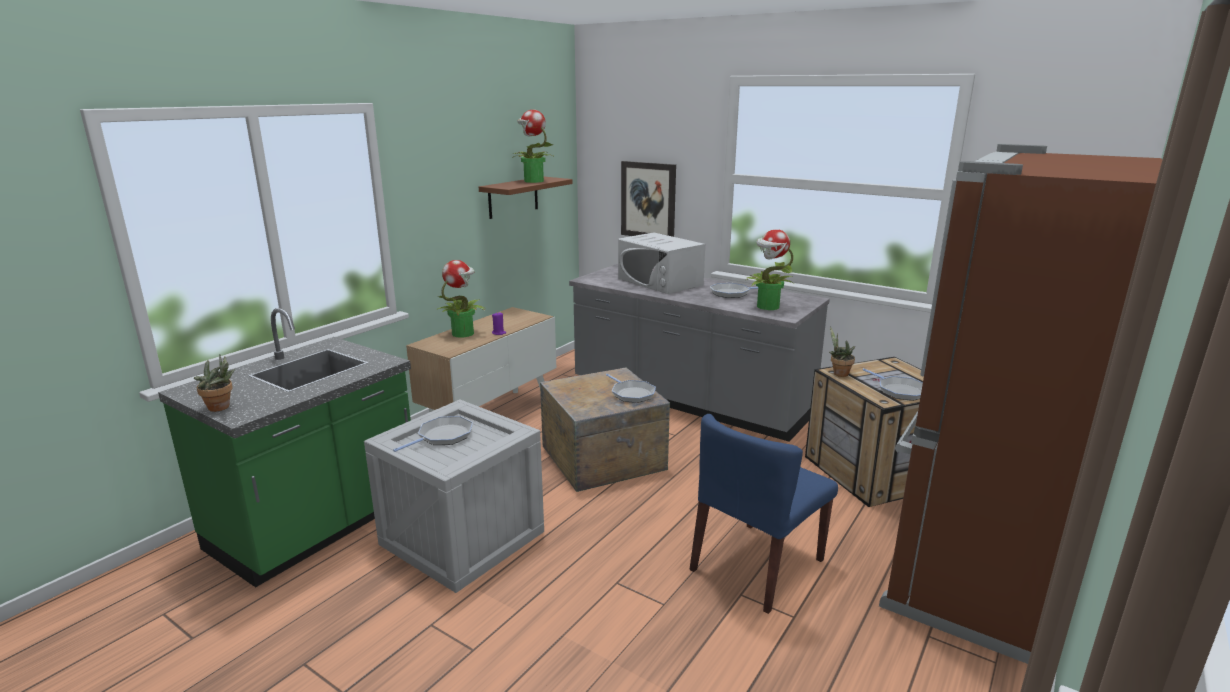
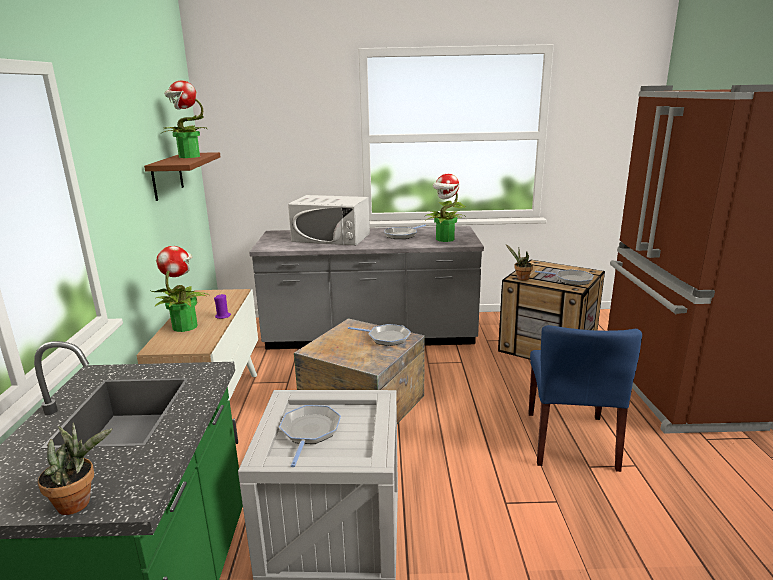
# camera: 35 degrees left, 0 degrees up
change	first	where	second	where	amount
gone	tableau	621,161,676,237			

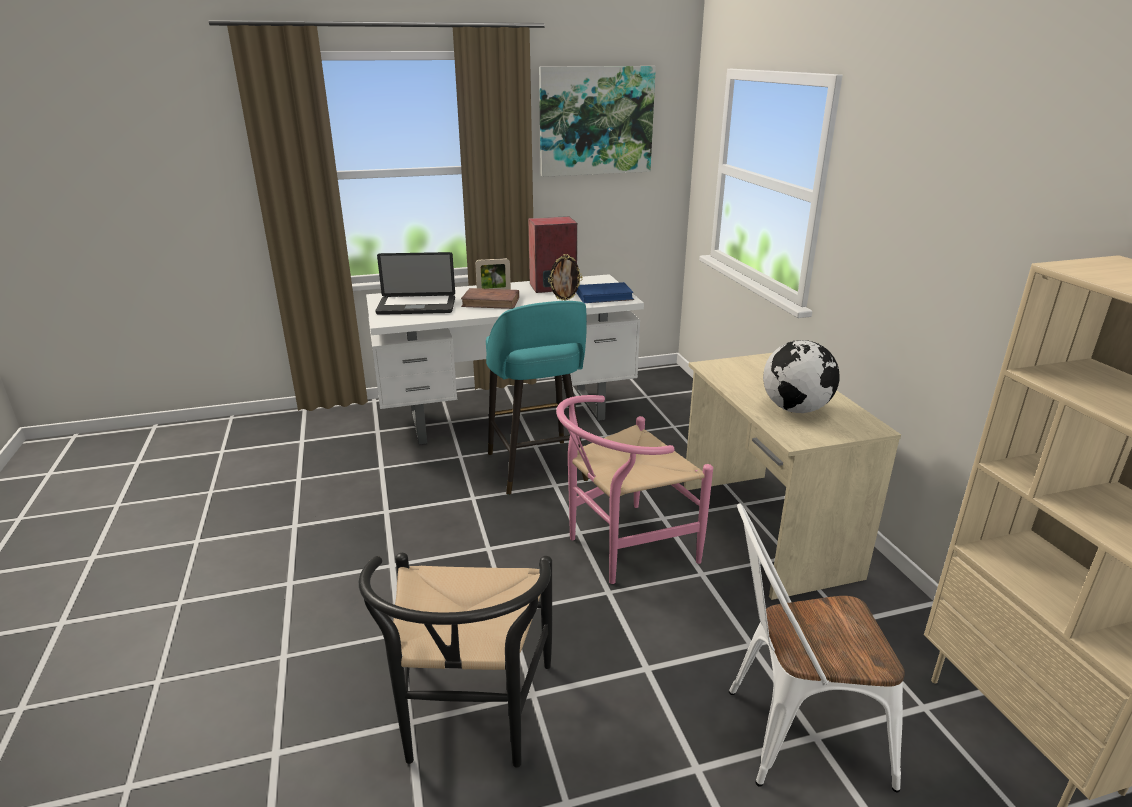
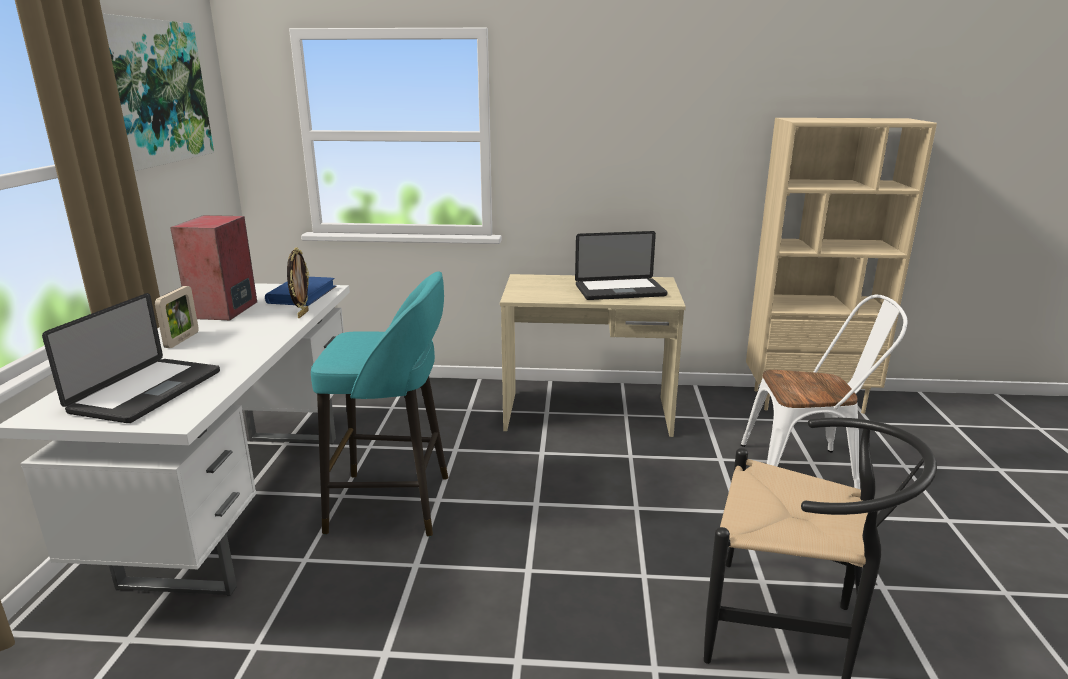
# camera: 70 degrees left, 5 degrees down
change	first	where	second	where	amount
gone	livre/marron	461,288,519,309			
gone	chaise/rose	556,395,713,584			
rotated	chaise/blanc	729,504,905,792		741,294,908,489	105 degrees counterclockwise
swapped	globe	763,340,840,413	ordinateur portable	575,231,668,300	

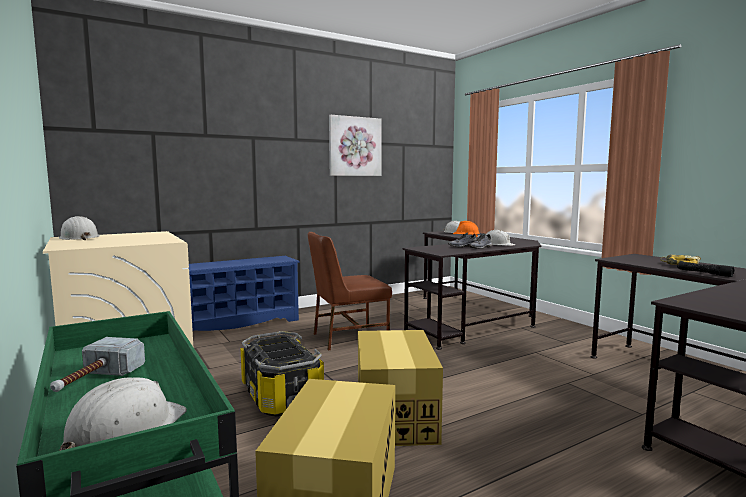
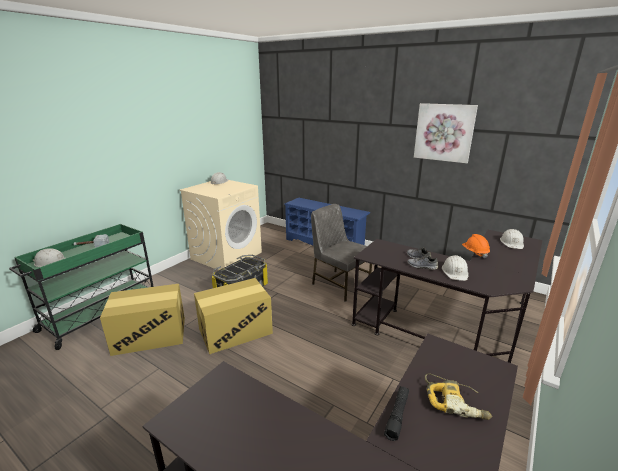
# camera: 65 degrees right, 15 degrees up
change	first	where	second	where	amount
repainted	chaise/marron	308,232,392,351	chaise/gris	311,204,372,302	

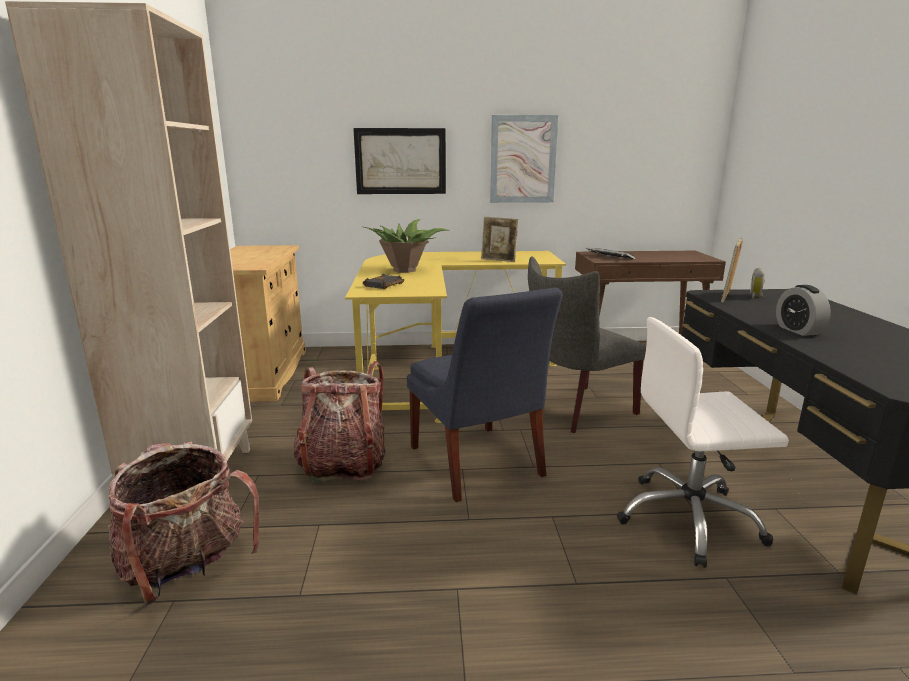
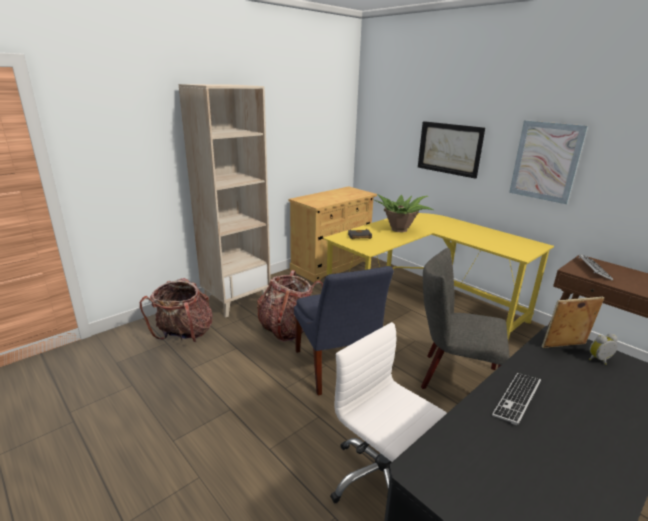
# camera: 50 degrees right, 5 degrees up
change	first	where	second	where	amount
rotated	chaise/bleu	407,288,563,502		294,266,394,396	45 degrees counterclockwise
gone	cadre photo	481,217,518,262			
swapped	réveil	776,285,831,336	clavier	492,373,541,425	

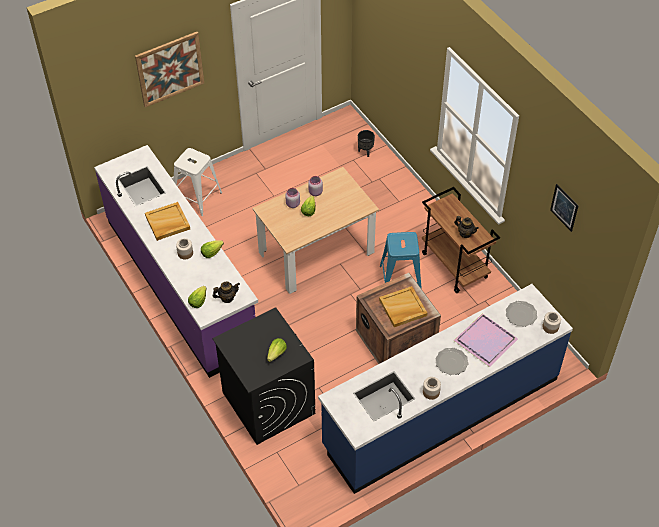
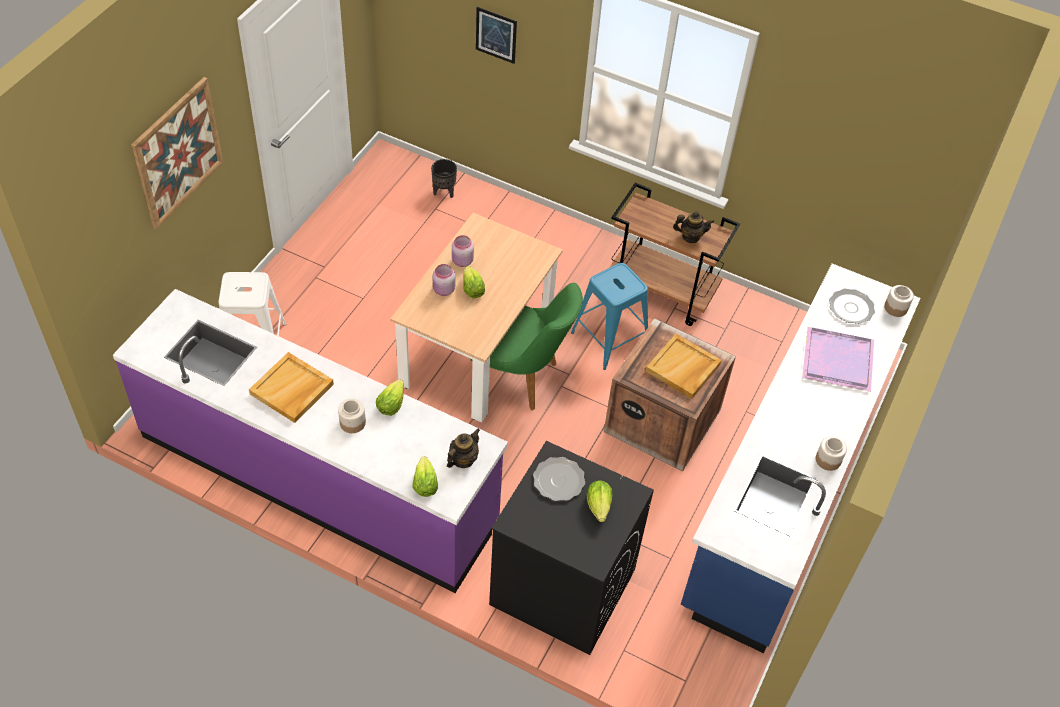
# camera: 35 degrees left, 0 degrees up
change	first	where	second	where	amount
shifted	assiette	436,348,469,375		533,457,585,501	
shifted	tableau	550,184,578,232		476,7,517,64	
new			chaise/vert	470,283,583,410	

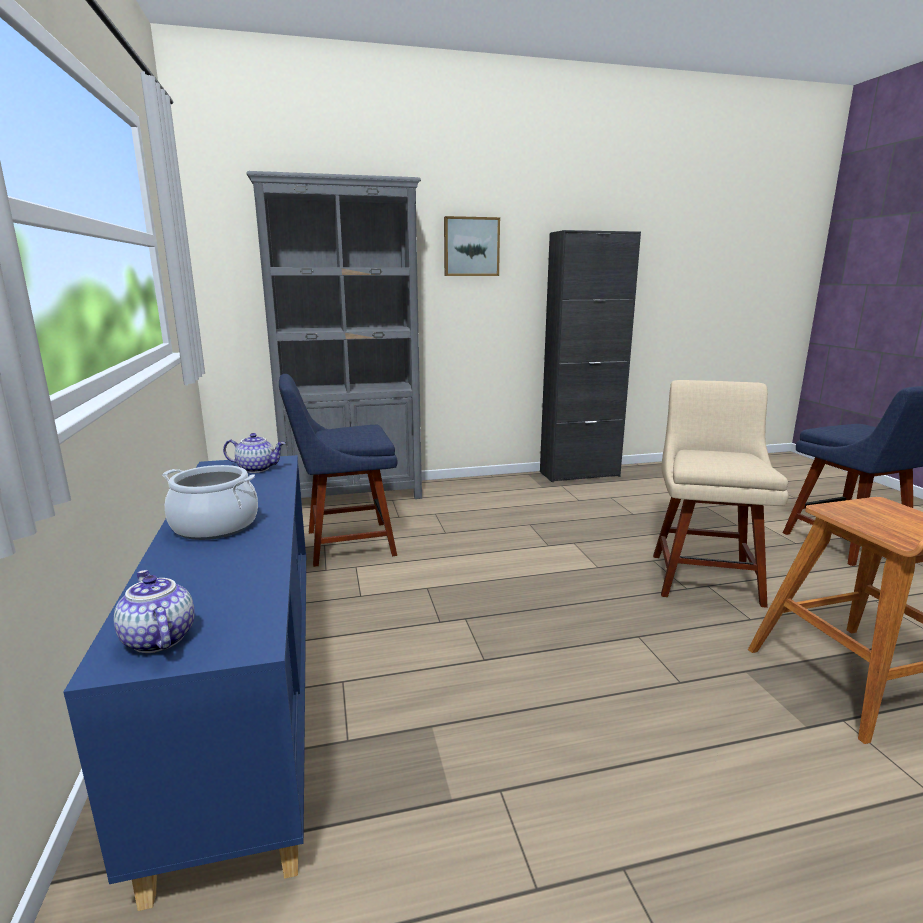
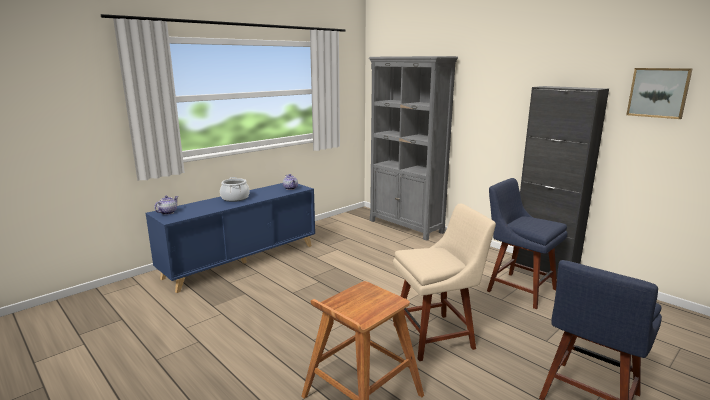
# camera: 60 degrees right, 0 degrees up
change	first	where	second	where	amount
shifted	chaise/bleu	279,374,397,567		487,178,568,309	
shifted	tableau	444,216,500,276		626,68,692,119	

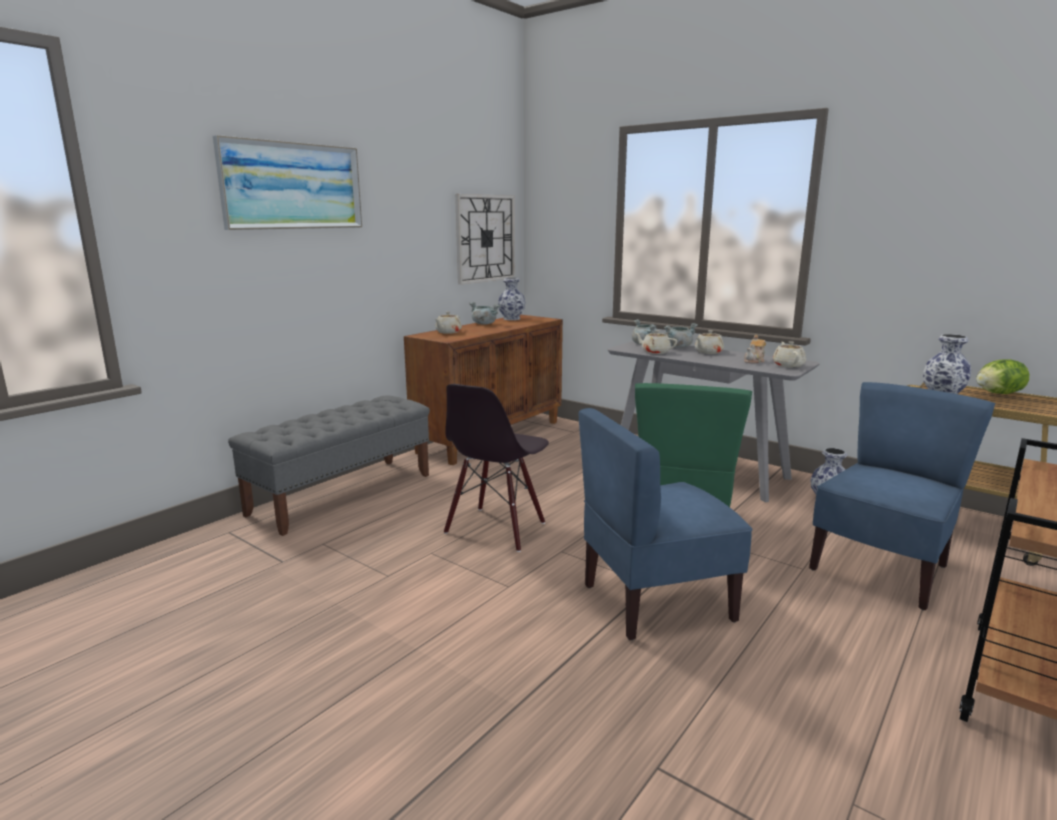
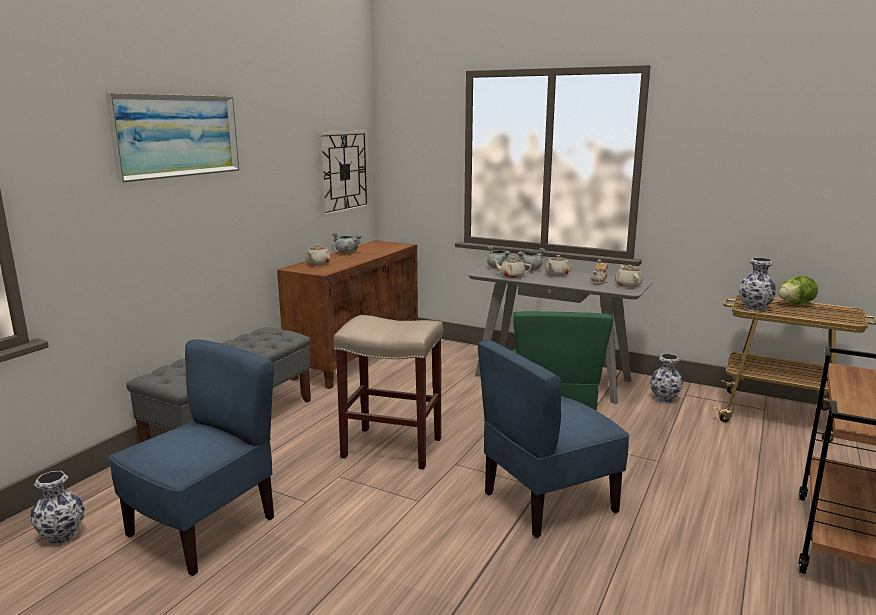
# camera: 10 degrees left, 0 degrees up
change	first	where	second	where	amount
swapped	chaise/noir	444,384,549,552	tabouret/beige	333,315,443,470	
shifted	vase	498,277,525,320		30,471,85,545	
shifted	chaise/bleu	809,382,995,610		109,339,274,576	

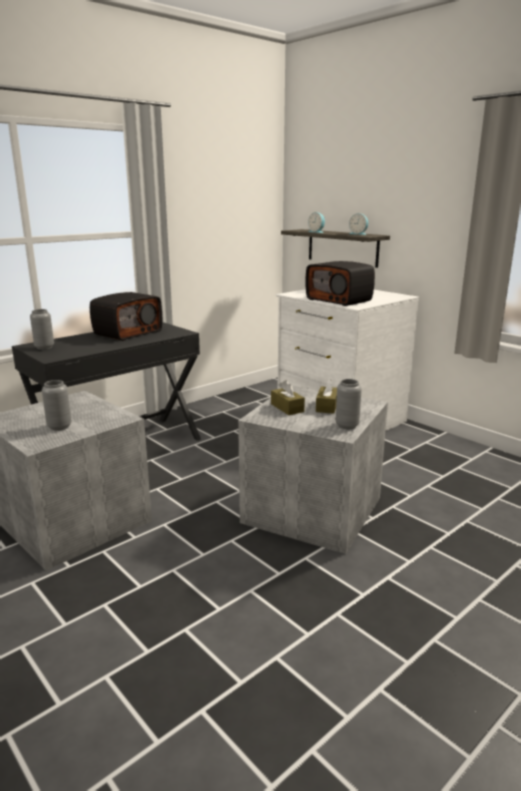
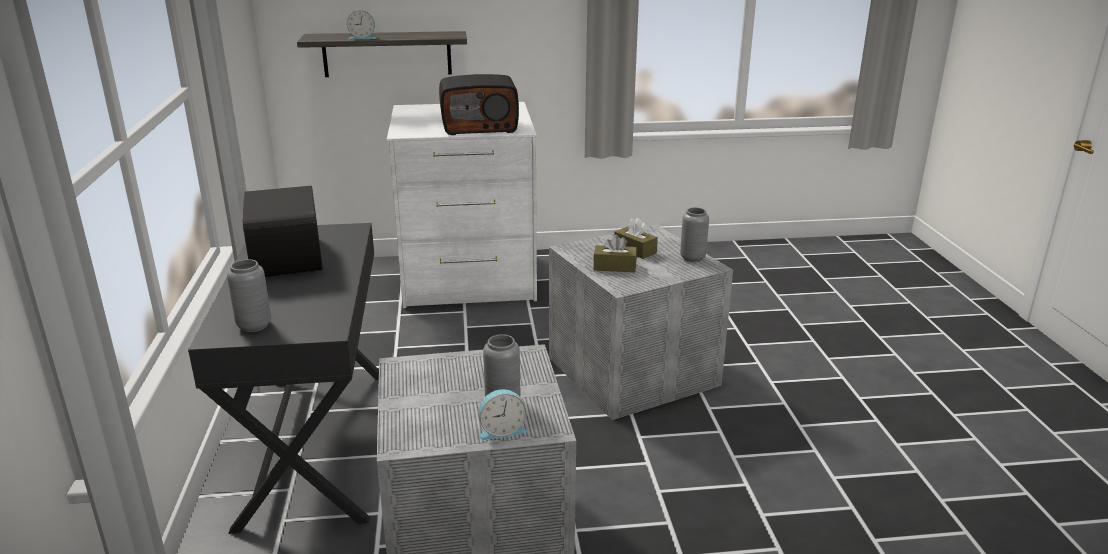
# camera: 55 degrees left, 5 degrees up
change	first	where	second	where	amount
shifted	réveil	349,213,368,235		479,389,527,440	

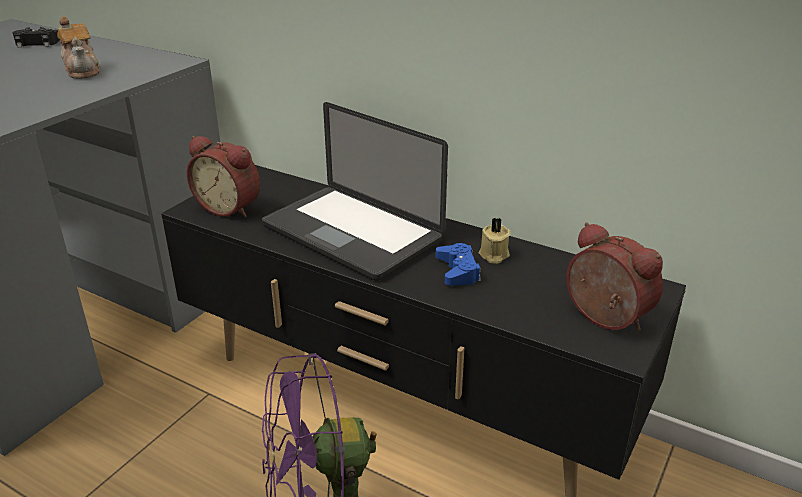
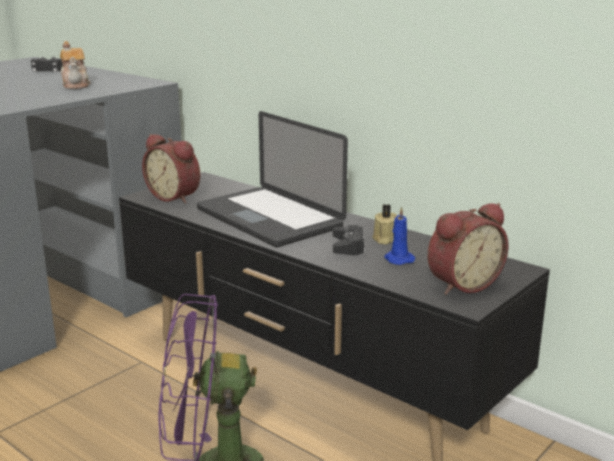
# camera: 10 degrees right, 10 degrees down
change	first	where	second	where	amount
repainted	manette/bleu	435,243,481,286	manette/noir	333,225,366,255	
rotated	réveil	566,222,663,331		427,203,509,295	90 degrees clockwise
new			bougie/bleu	384,206,415,265	

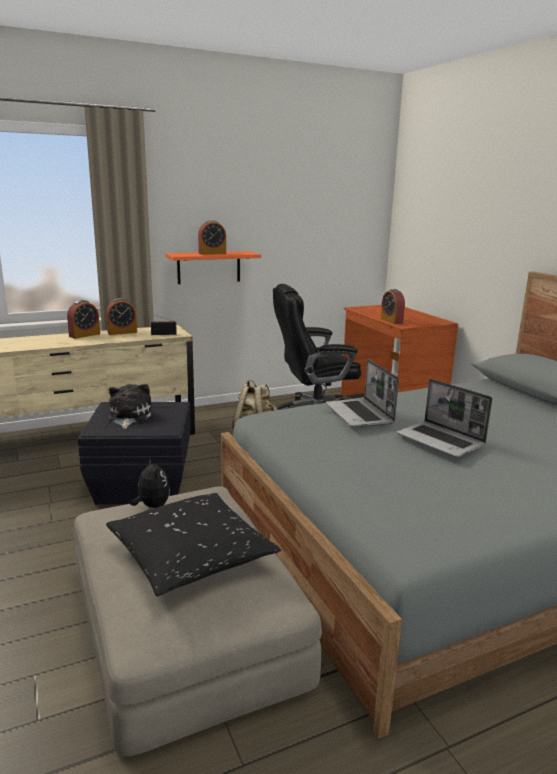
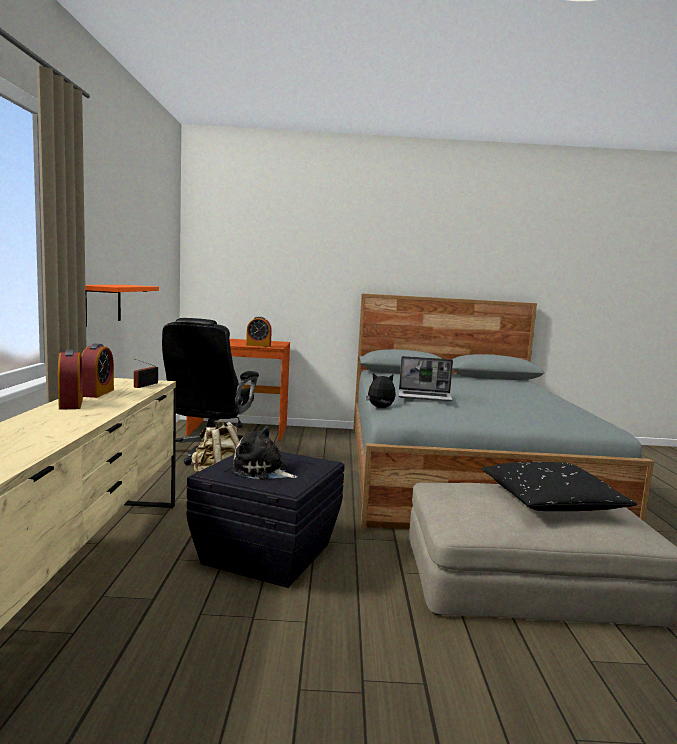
# camera: 65 degrees left, 10 degrees down
change	first	where	second	where	amount
shifted	peluche	130,459,170,508		366,373,396,408	
gone	réveil	198,220,226,255			
gone	ordinateur portable	396,379,492,457			

